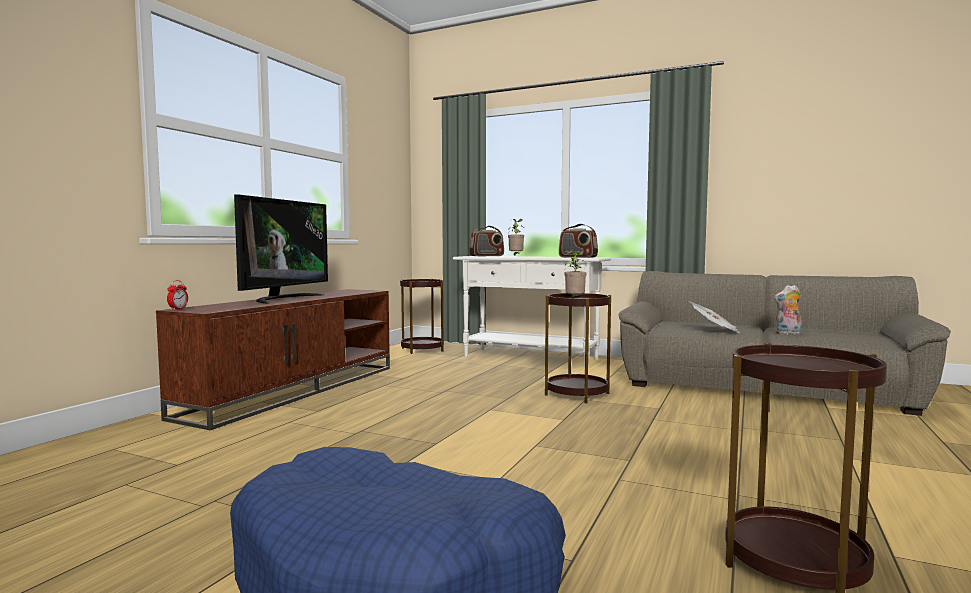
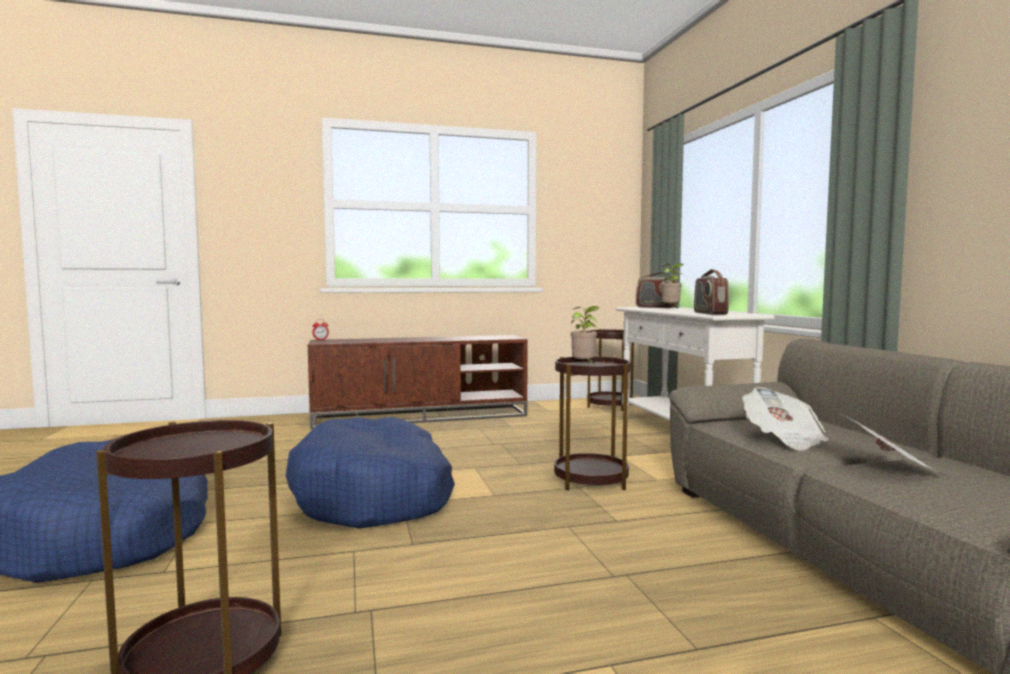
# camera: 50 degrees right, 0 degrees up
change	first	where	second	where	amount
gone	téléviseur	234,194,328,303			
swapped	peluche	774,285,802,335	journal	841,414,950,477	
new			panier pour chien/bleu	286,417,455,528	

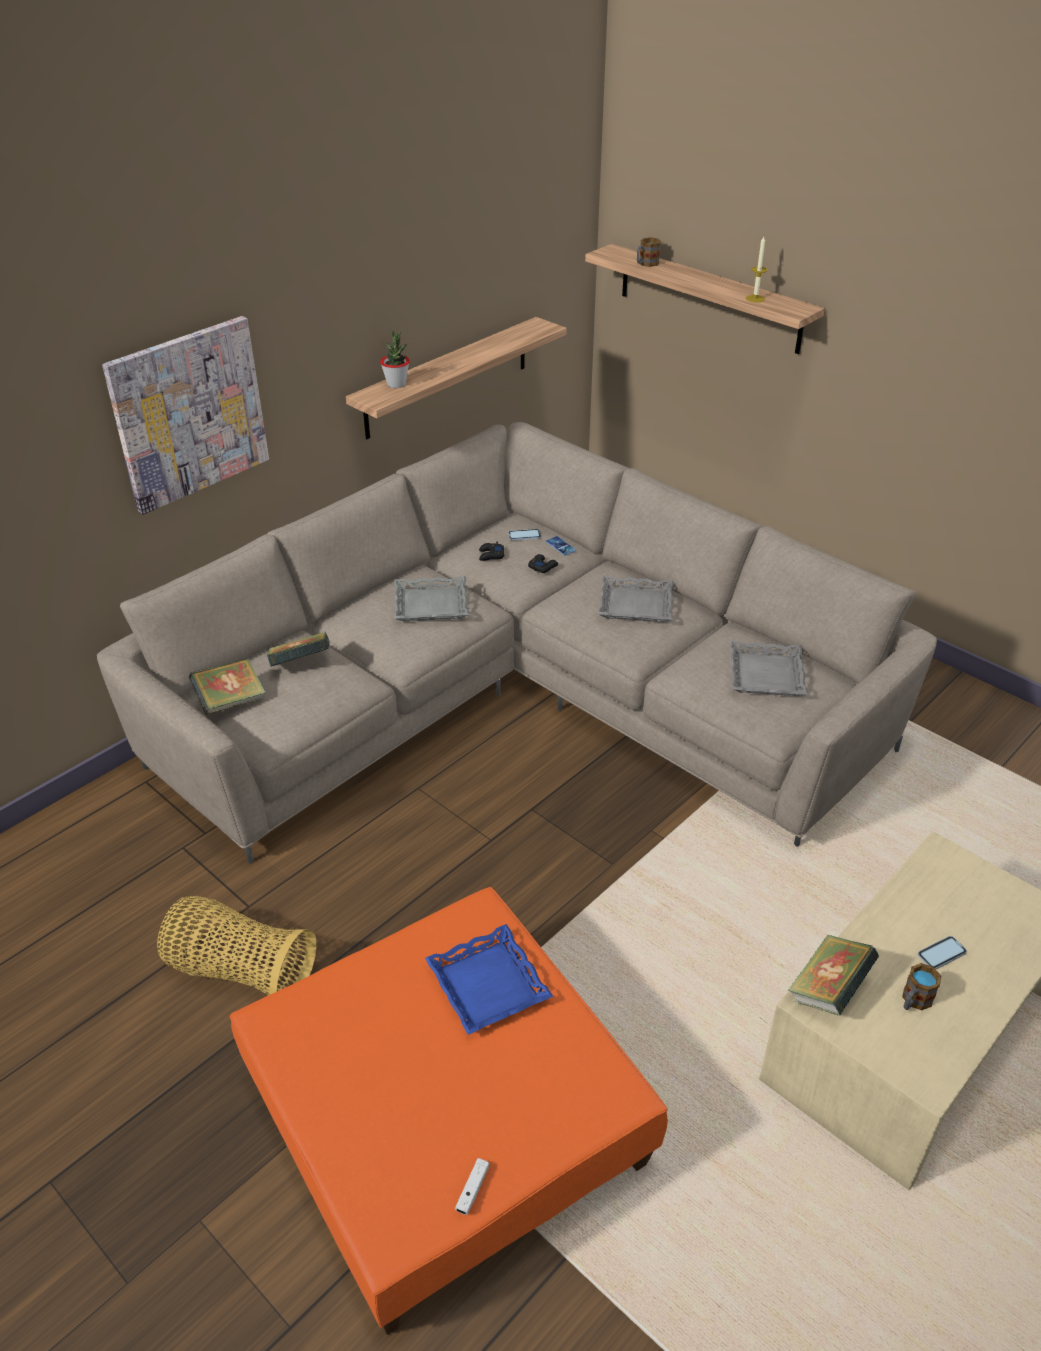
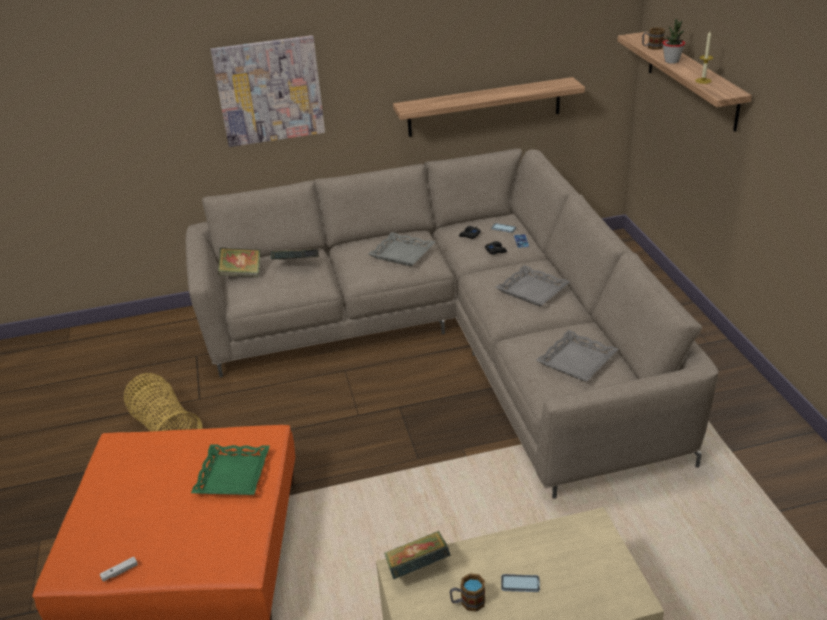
# camera: 35 degrees right, 5 degrees down
change	first	where	second	where	amount
shifted	plante en pot	380,330,410,388		662,19,685,64	
repainted	plateau/bleu	425,924,553,1035	plateau/vert	191,444,270,495	

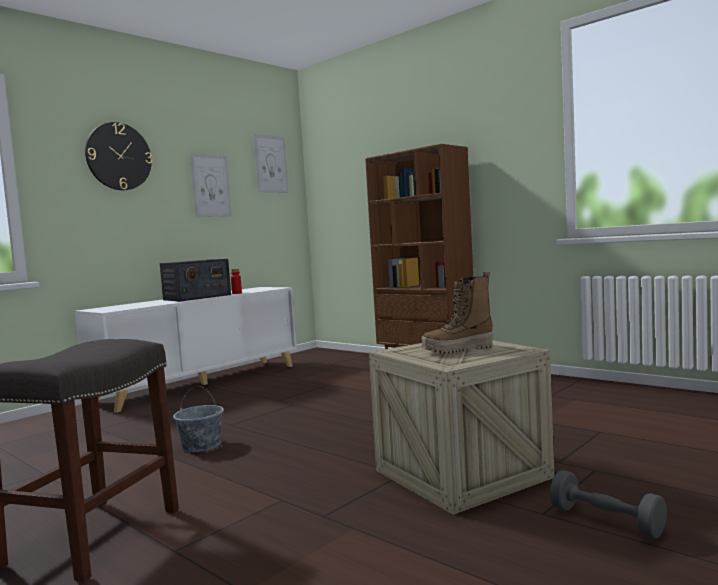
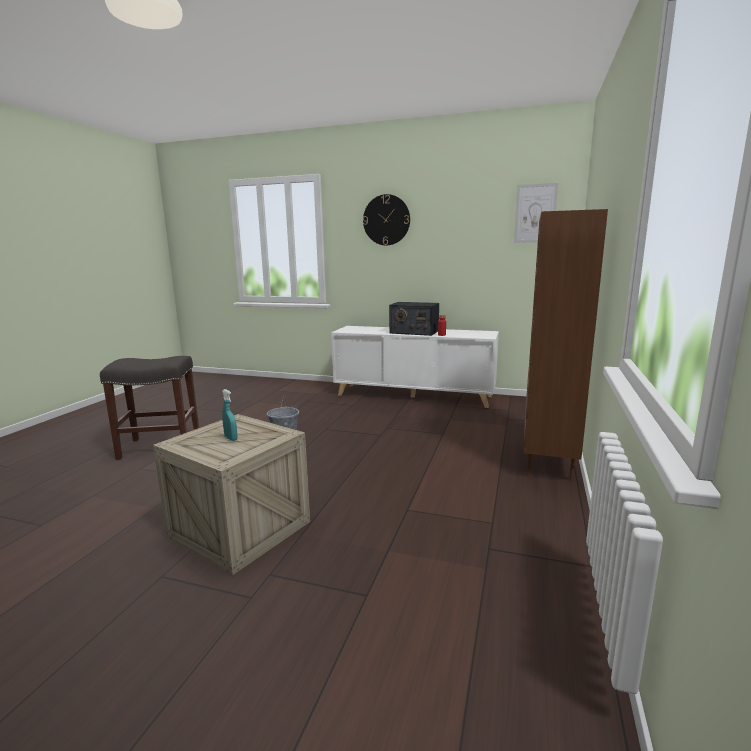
# camera: 65 degrees right, 10 degrees up
change	first	where	second	where	amount
gone	tableau	190,153,232,217			
swapped	botte	422,272,493,354	vaporisateur/turquoise	222,389,237,441	
gone	haltère/gris	550,470,667,540			

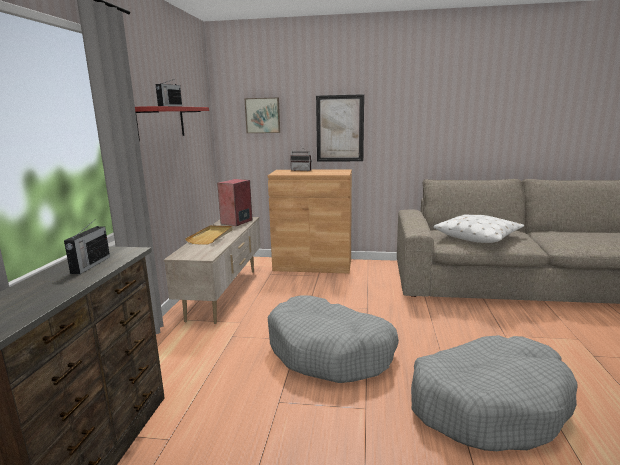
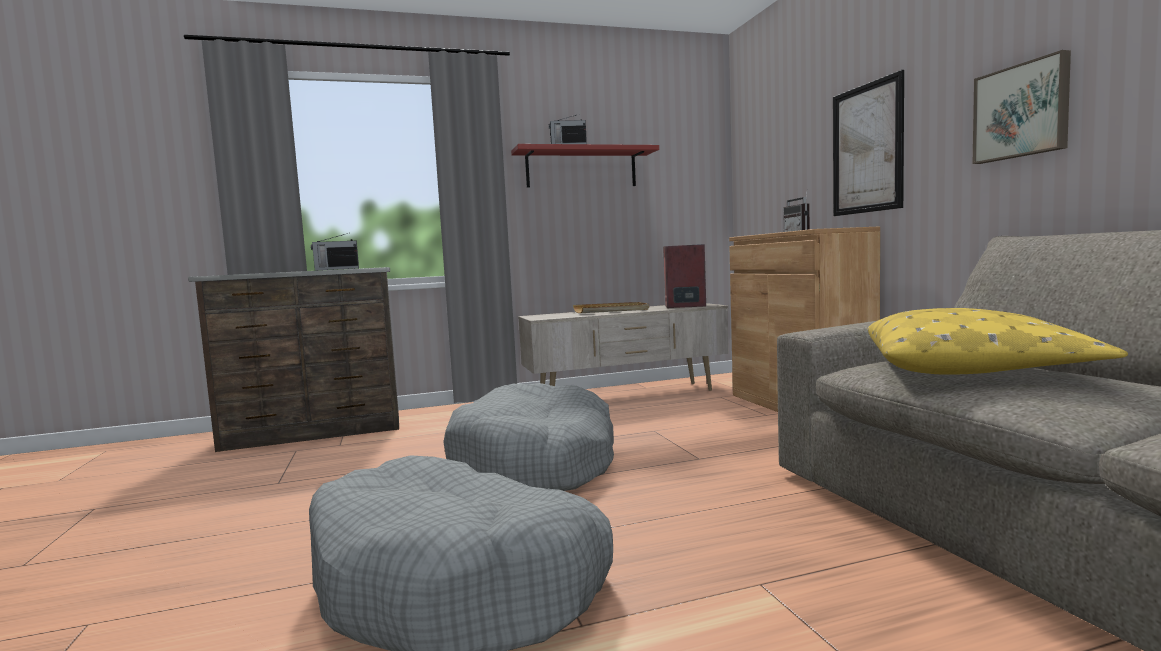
# camera: 65 degrees right, 10 degrees down
change	first	where	second	where	amount
shifted	tableau	244,98,280,133		973,50,1071,164	
repainted	coussin/blanc	433,215,524,243	coussin/jaune	868,308,1128,375	

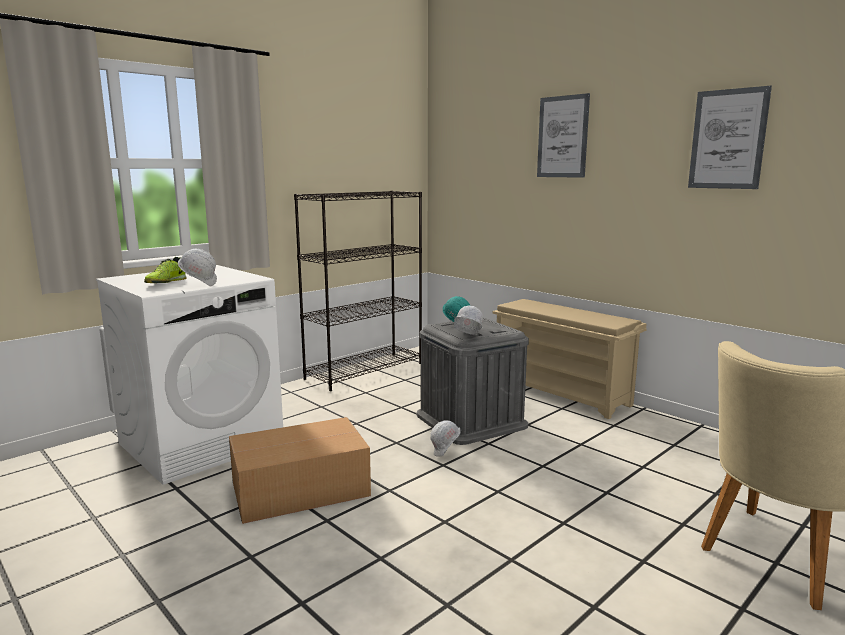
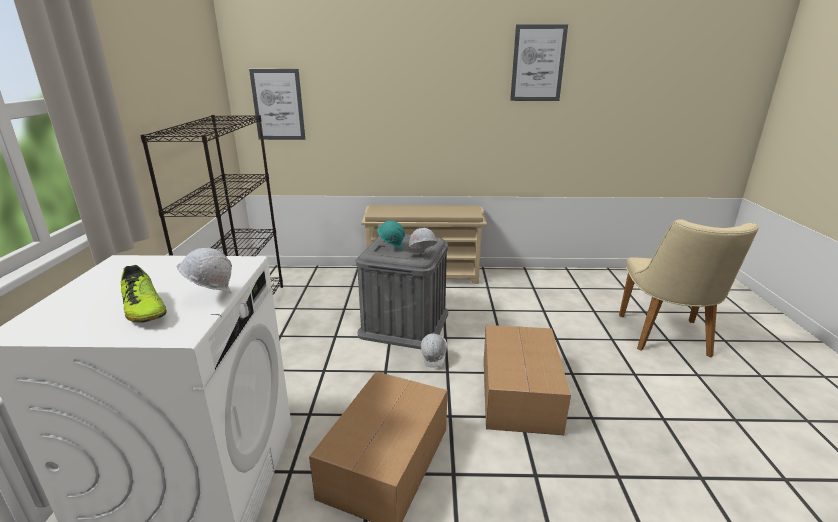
# camera: 45 degrees left, 10 degrees up
change	first	where	second	where	amount
shifted	tableau	537,93,590,178		249,69,305,140	
new			carton	484,325,571,435	

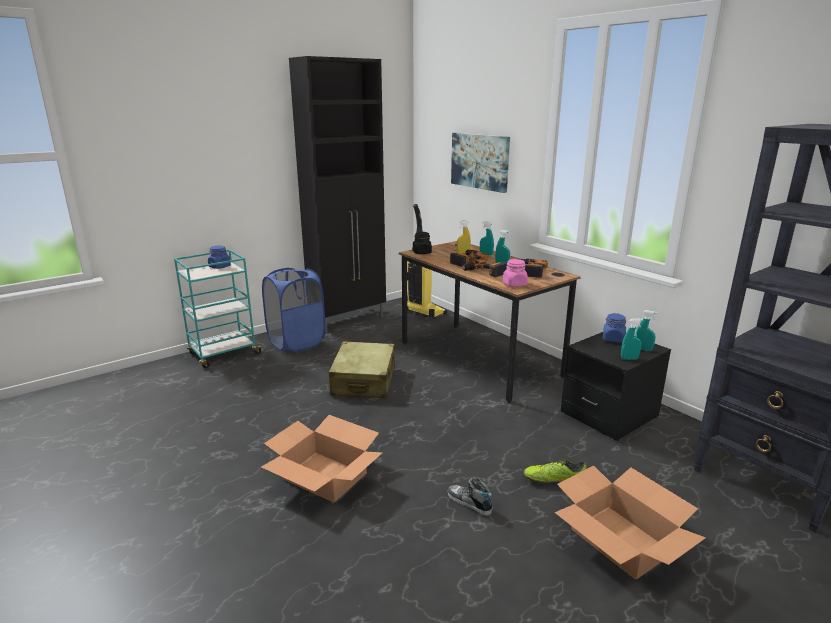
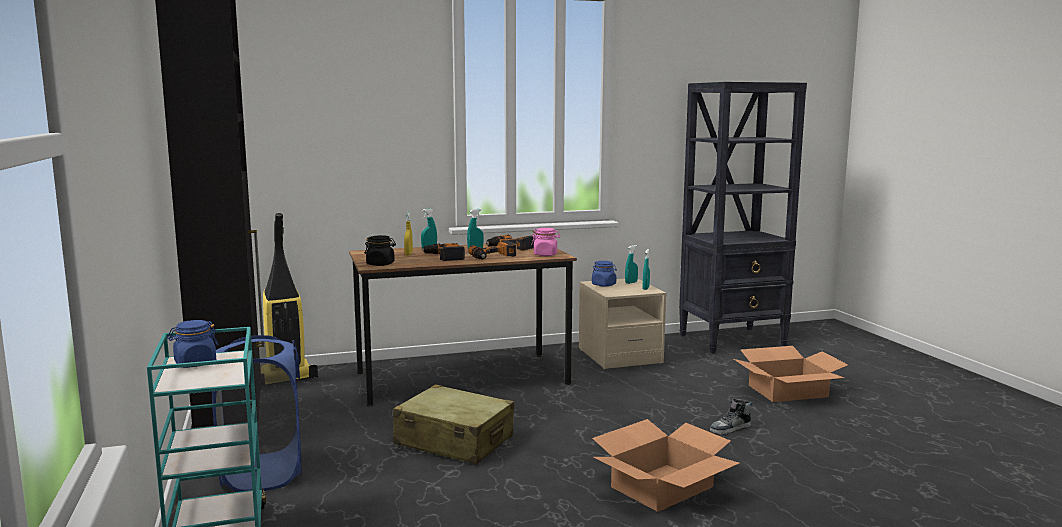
# camera: 70 degrees left, 10 degrees down
change	first	where	second	where	amount
gone	tableau	451,133,510,193			
gone	chaussure	524,459,586,483			
repainted	table de chevet/noir	561,332,671,441	table de chevet/beige	579,279,666,369	

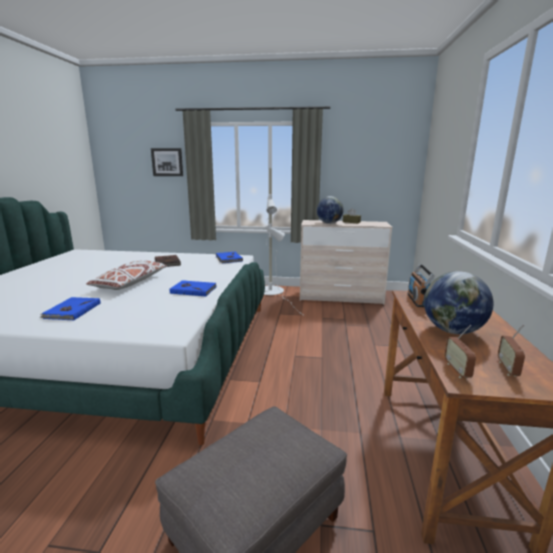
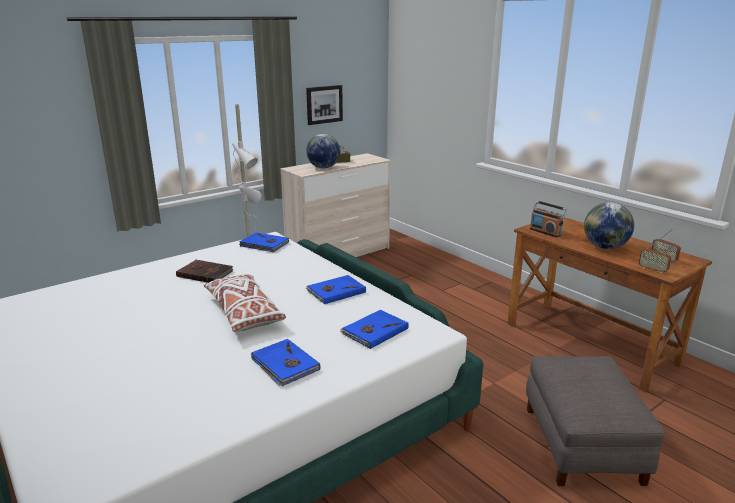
# camera: 45 degrees left, 5 degrees up
change	first	where	second	where	amount
shifted	tableau	151,148,183,176		306,85,343,125	
new			livre/bleu	340,310,409,349	

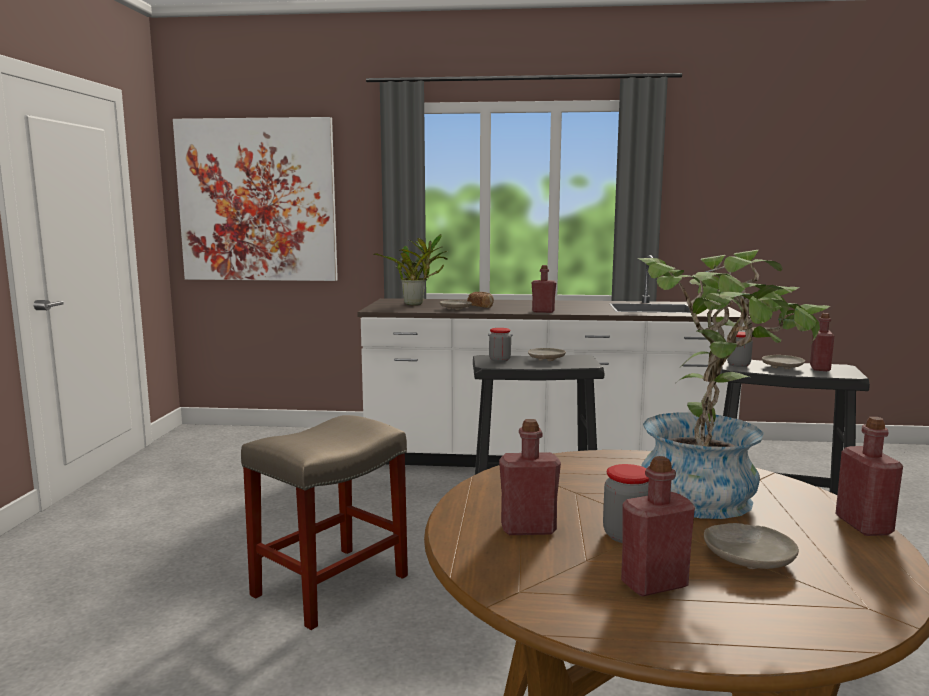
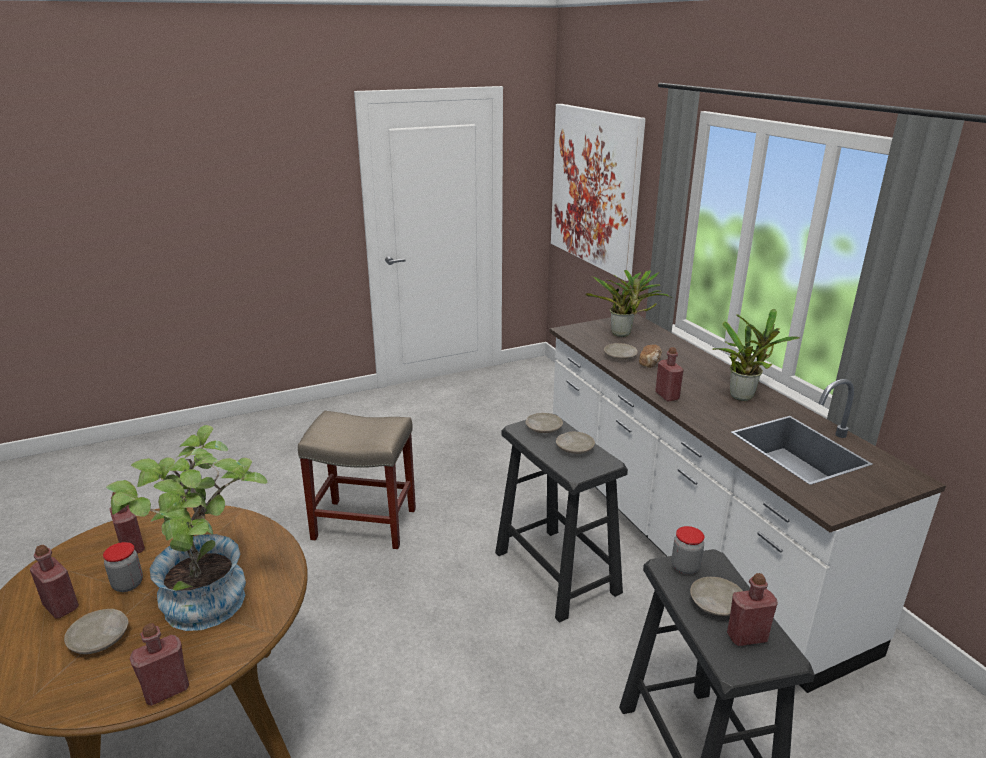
# camera: 60 degrees right, 15 degrees up
change	first	where	second	where	amount
swapped	bocal	489,328,511,362	assiette/beige	525,413,563,433	
new			plante en pot	712,309,800,401	

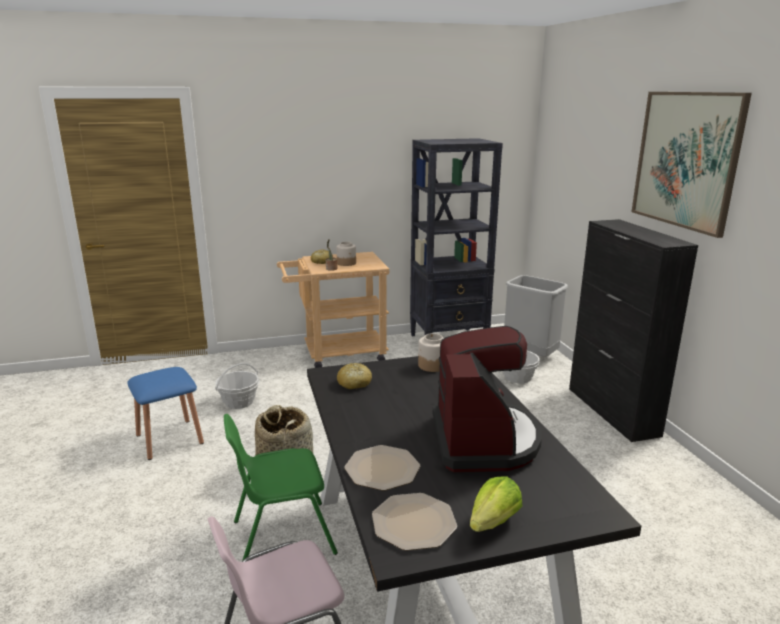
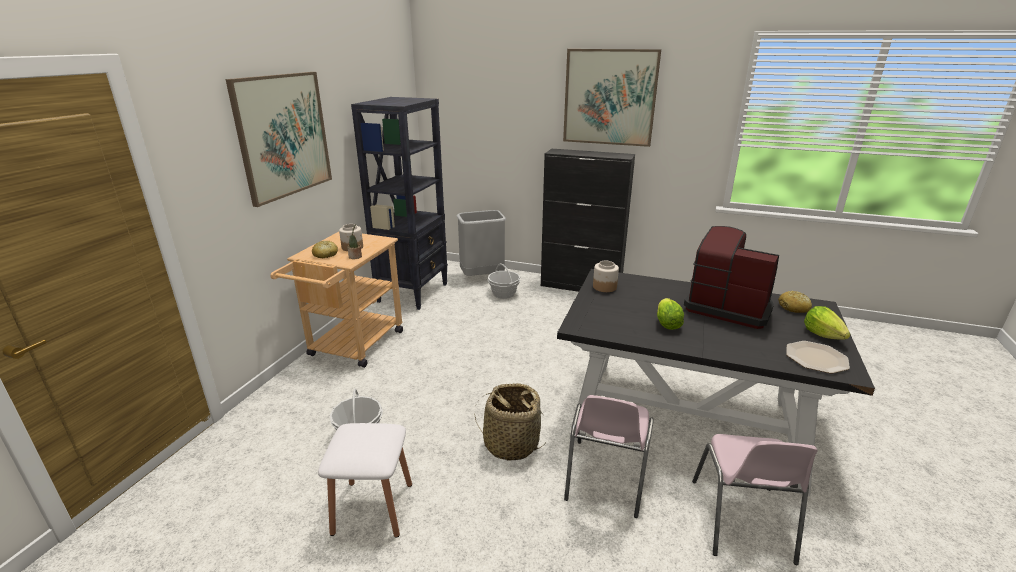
# camera: 55 degrees left, 5 degrees up
change	first	where	second	where	amount
repainted	tabouret/bleu	127,367,204,460	tabouret/blanc	318,423,412,538	
repainted	chaise/vert	224,414,338,561	chaise/rose	564,395,654,518	
shifted	pain	337,363,372,389		778,291,812,313	
gone	assiette	344,445,420,490			
new			tableau	225,72,332,207	
new			laitue	657,298,684,330	

